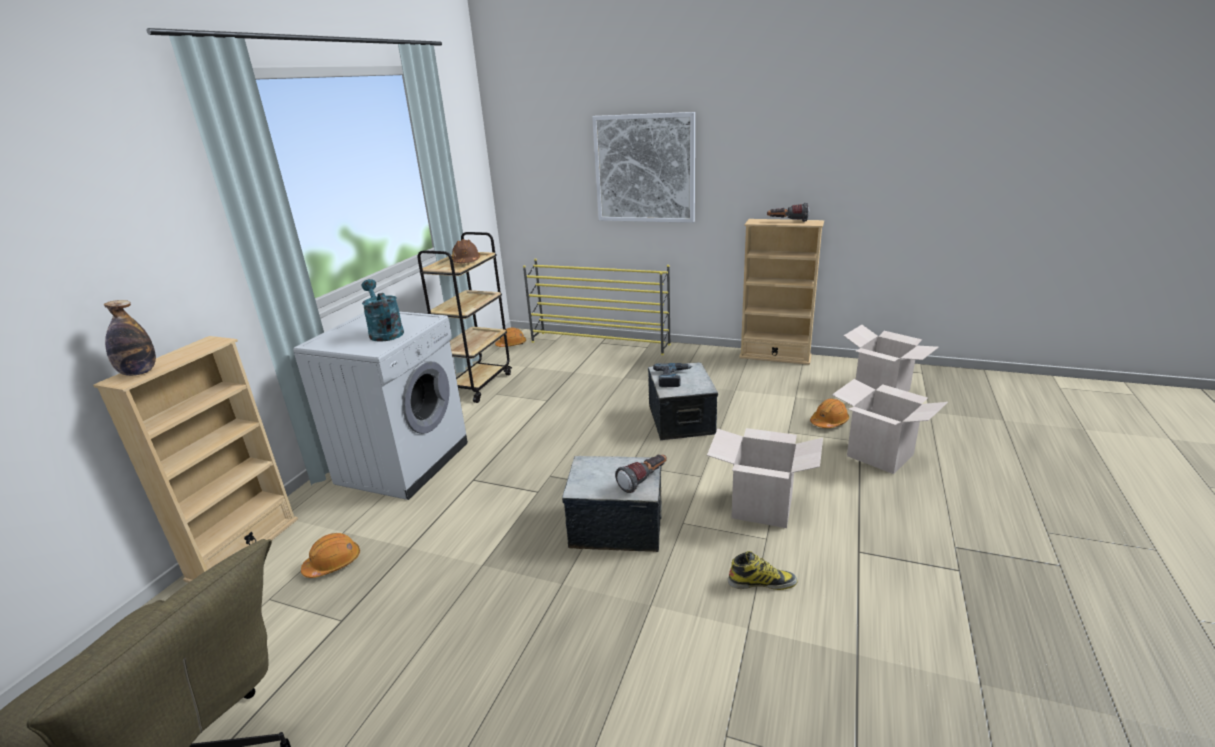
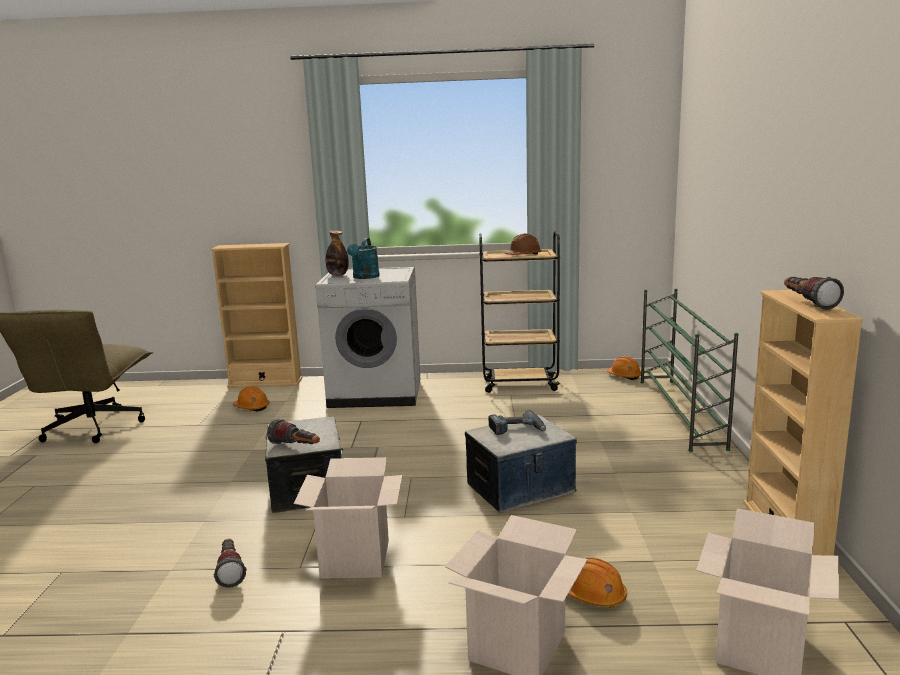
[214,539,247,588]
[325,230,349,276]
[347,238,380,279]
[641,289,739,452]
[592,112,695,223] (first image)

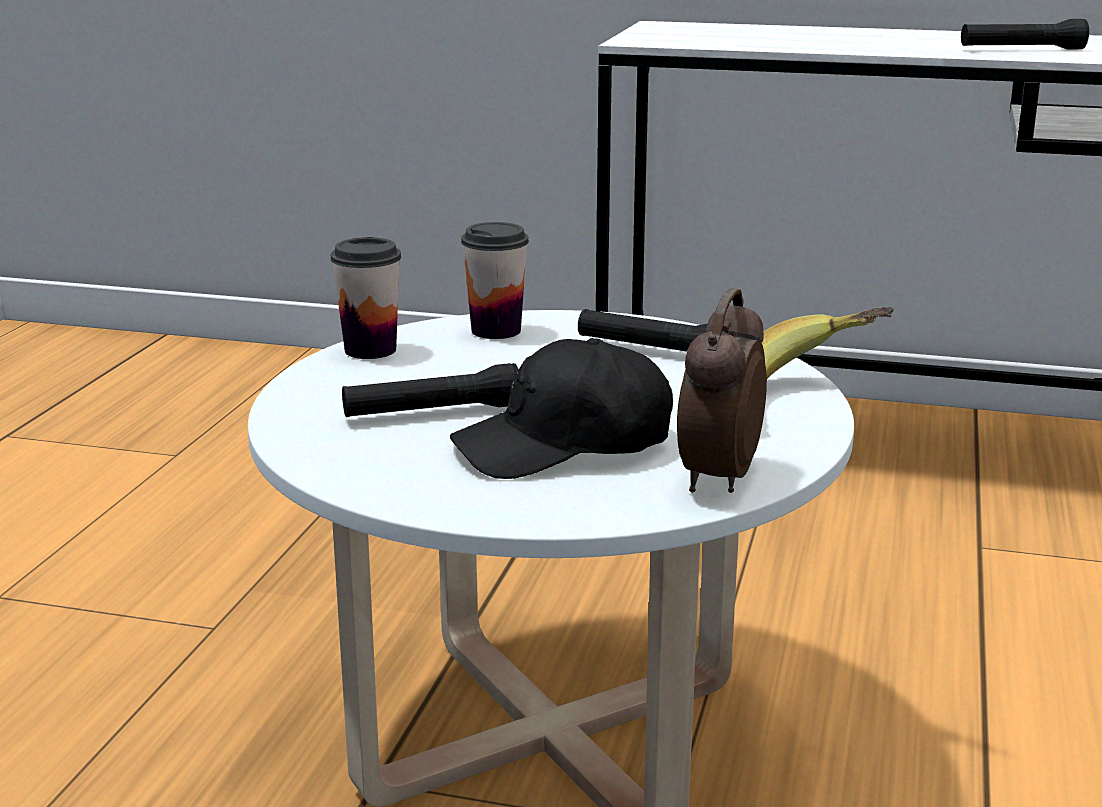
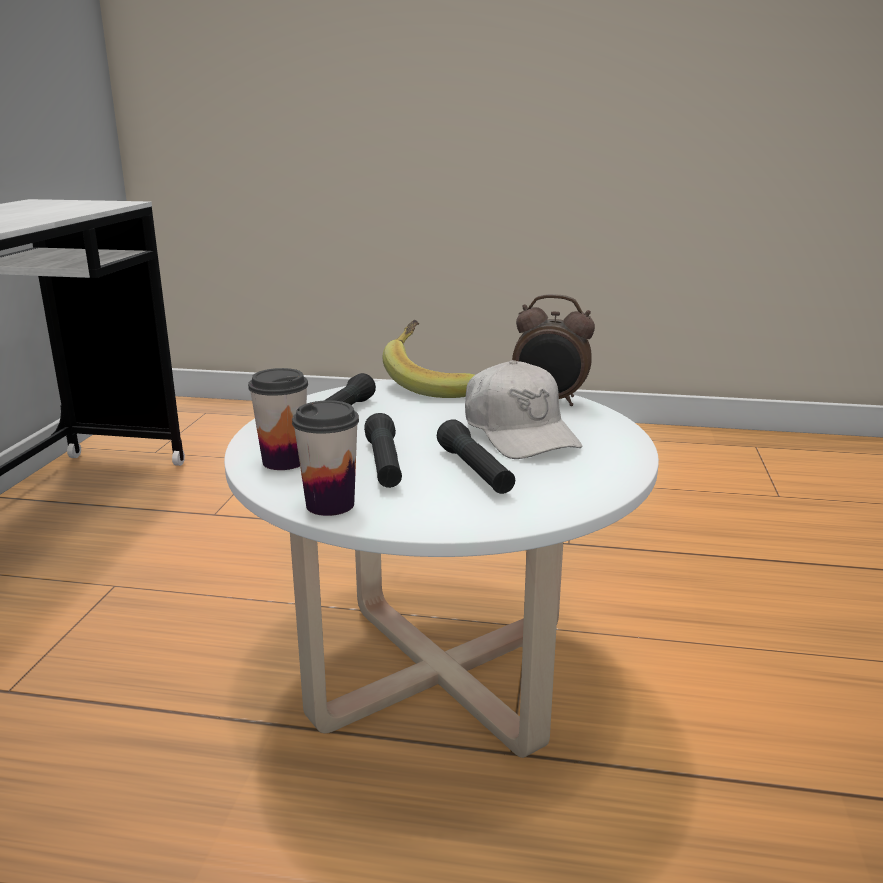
[364,413,402,488]
[465,360,582,459]

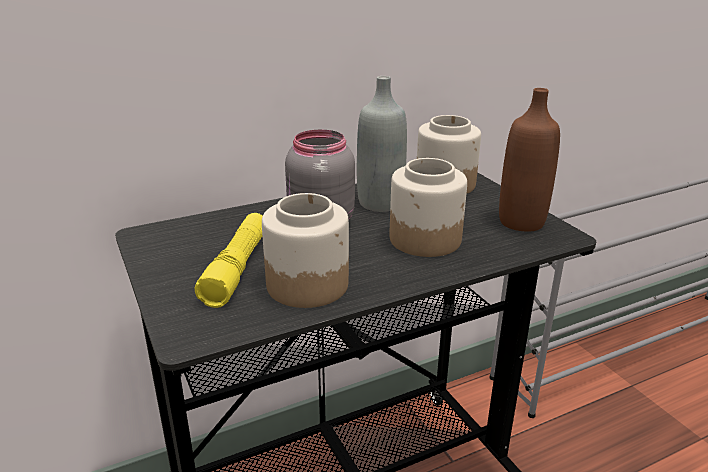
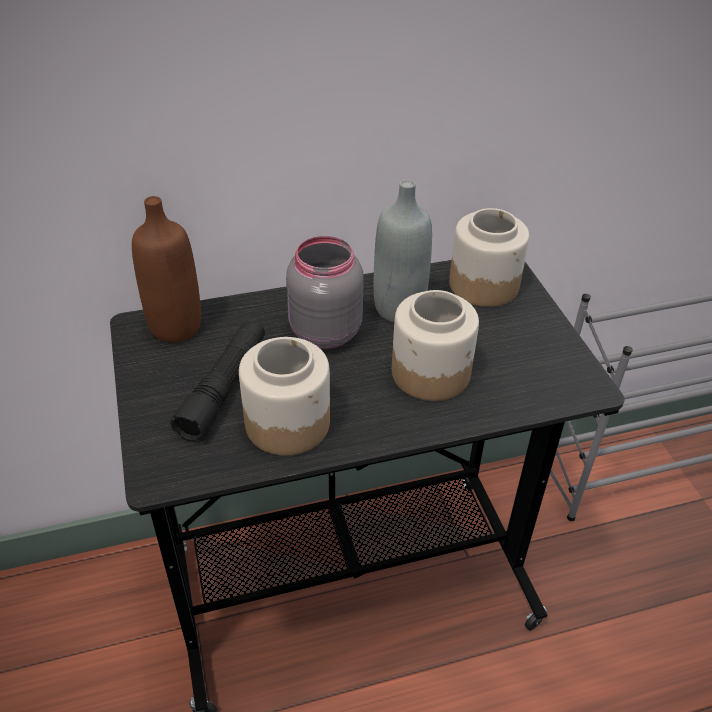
[132,196,201,343]
[170,322,265,442]

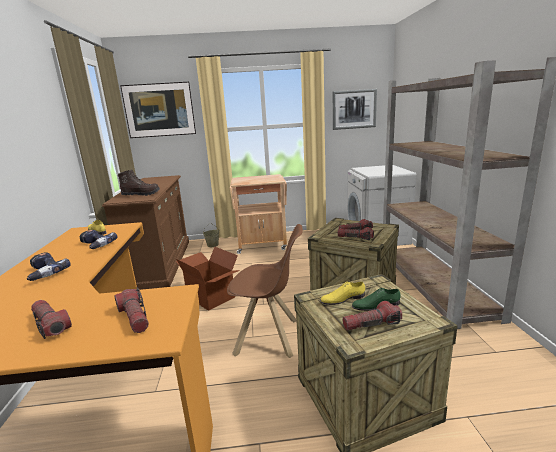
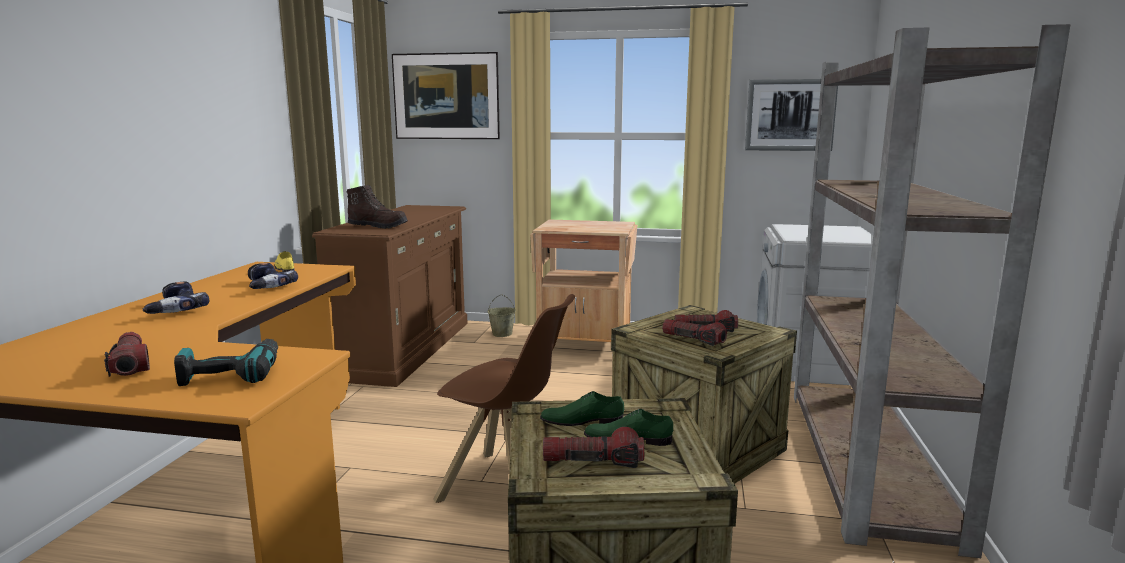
[174,339,278,386]
[540,391,624,426]
[176,247,240,311] (first image)

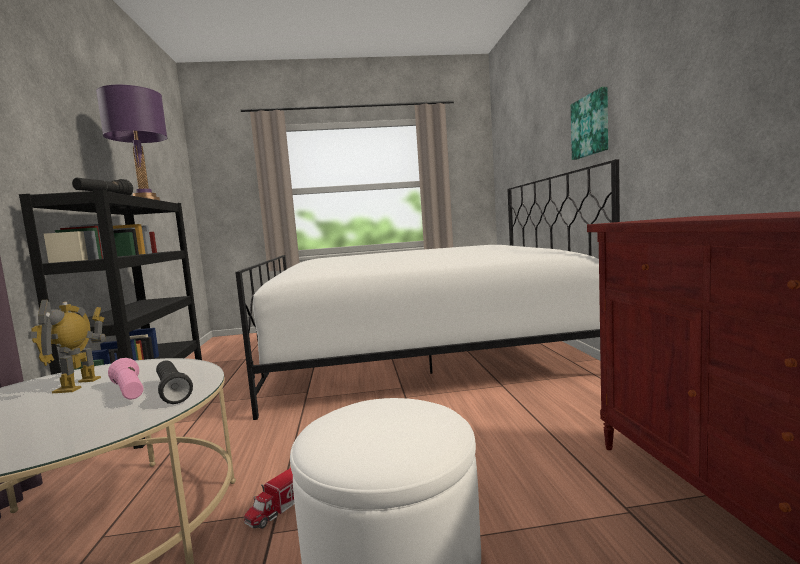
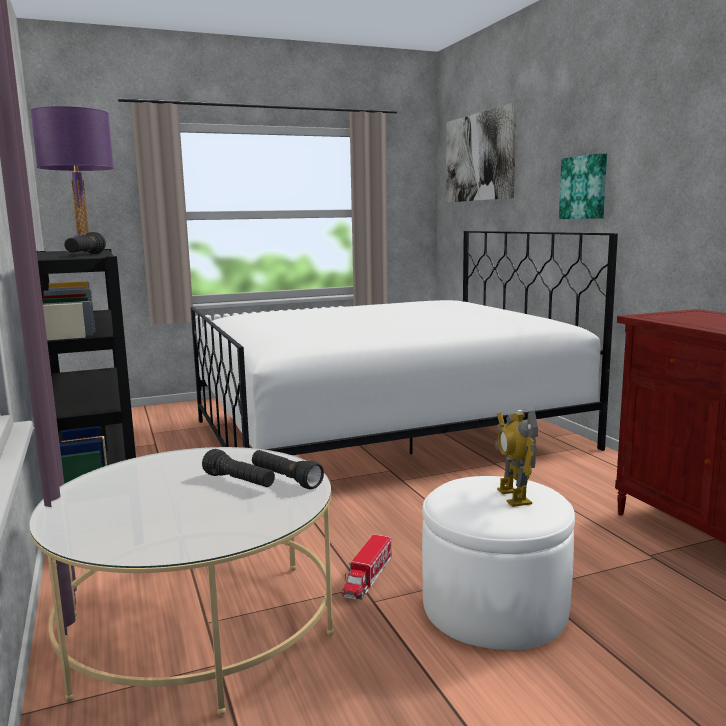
[202,449,275,487]
[446,103,517,202]
[495,410,538,507]

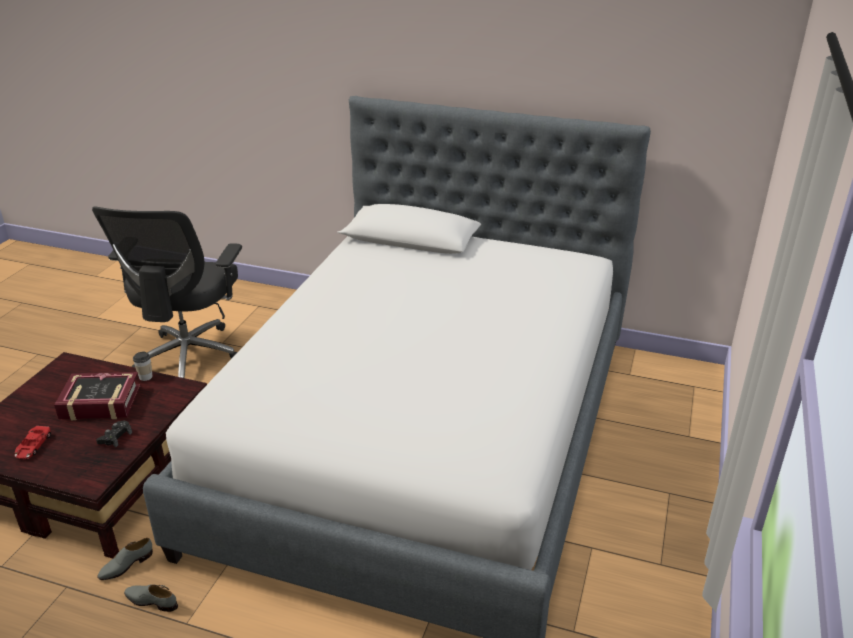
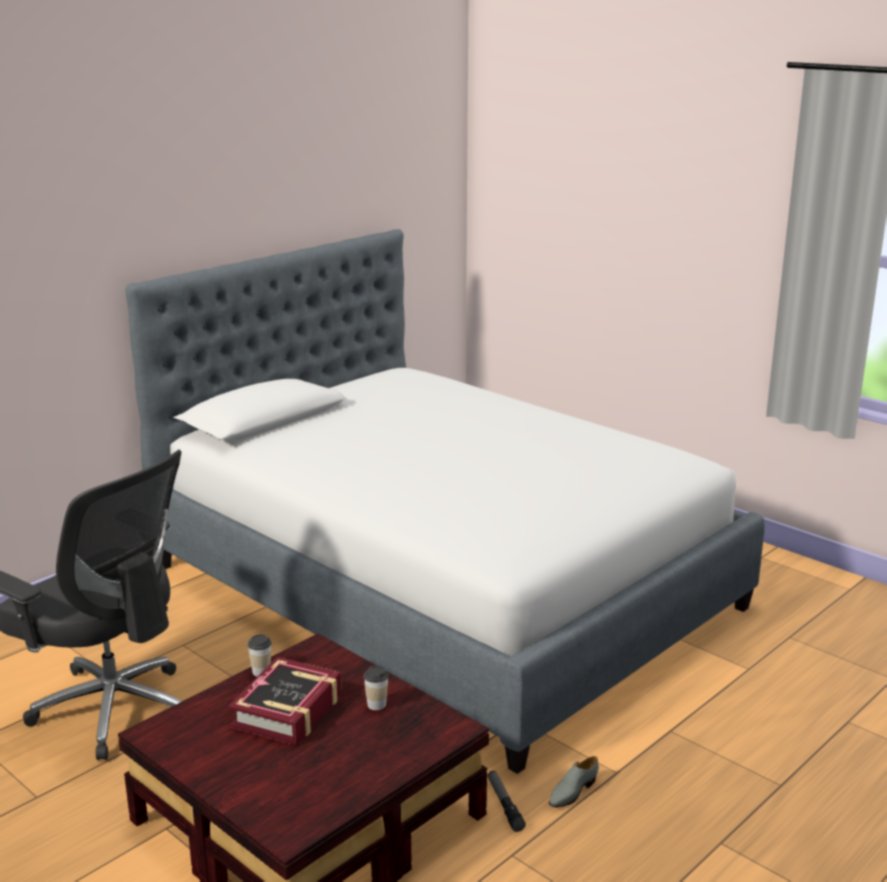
[364,666,389,710]
[488,771,526,832]
[15,426,51,459] (first image)

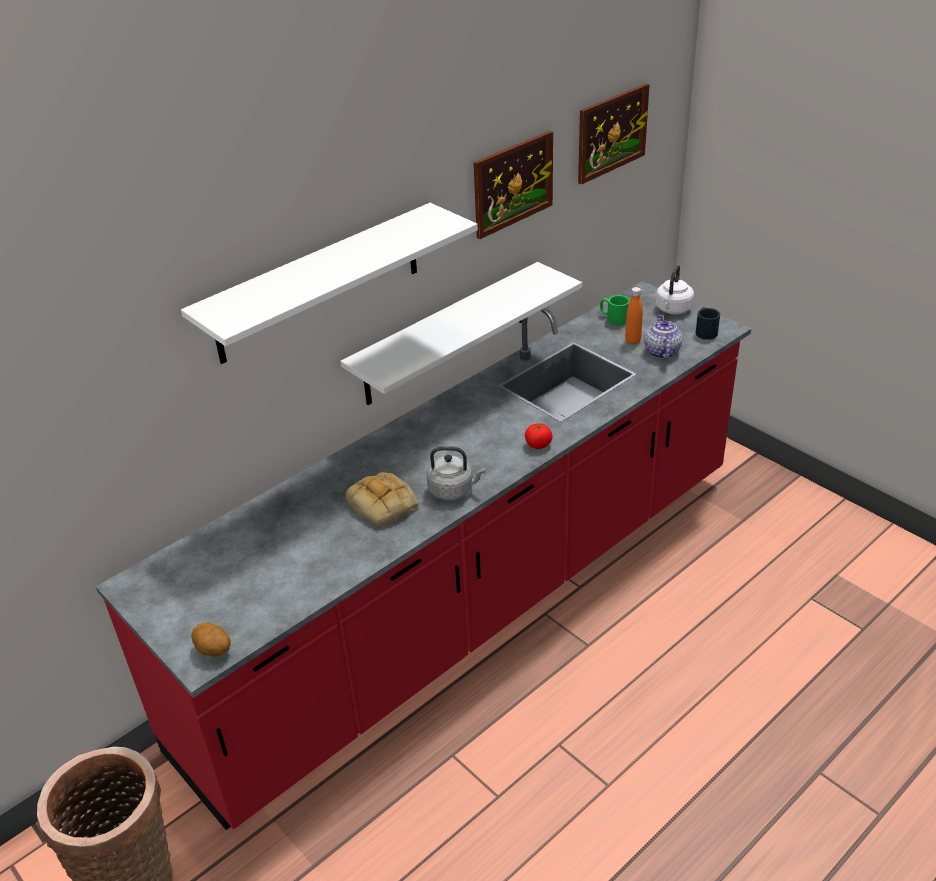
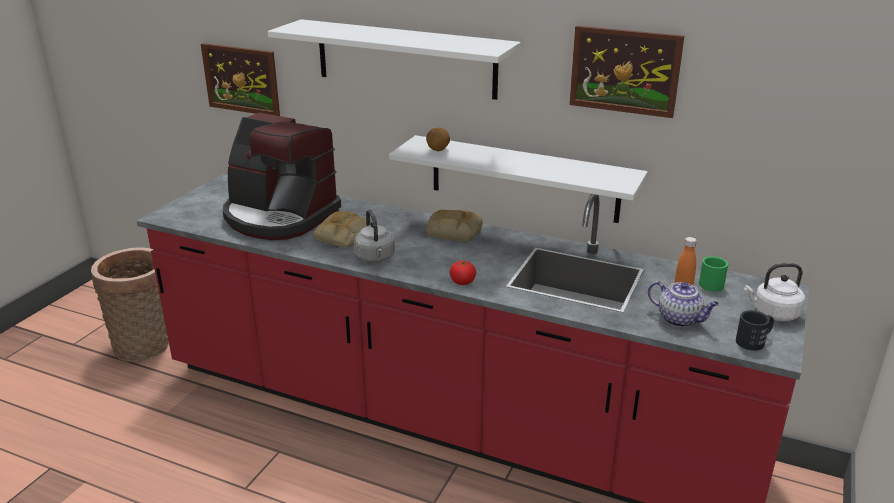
[201,43,280,116]
[223,113,341,240]
[426,210,483,242]
[427,127,450,151]
[648,281,719,327]

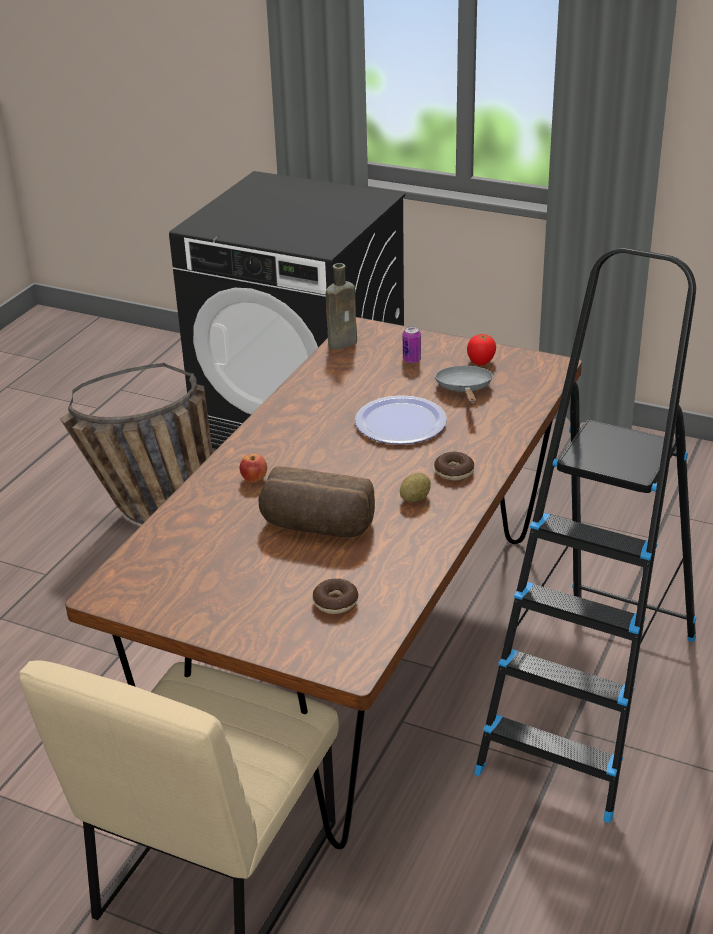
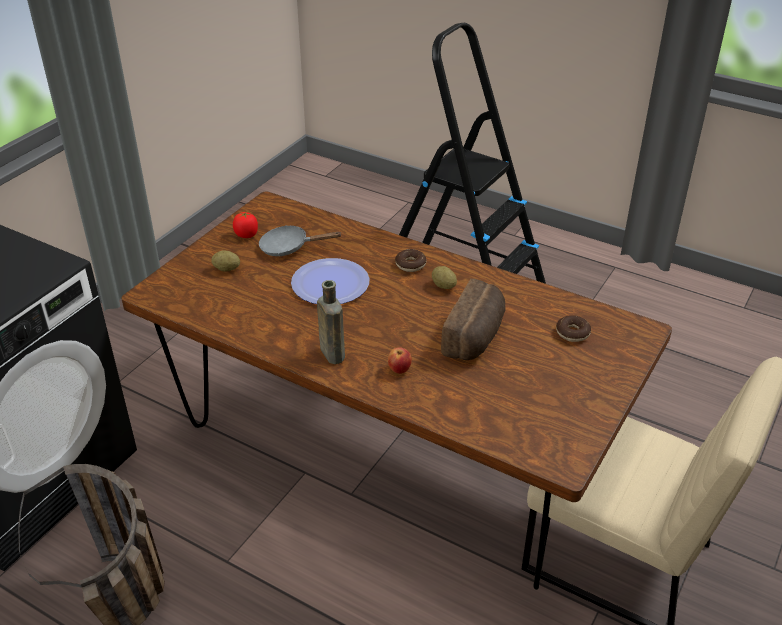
[211,250,240,272]
[317,280,345,364]

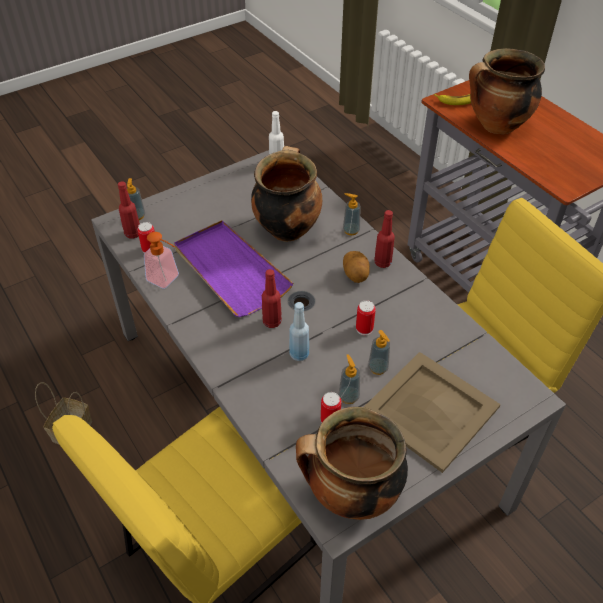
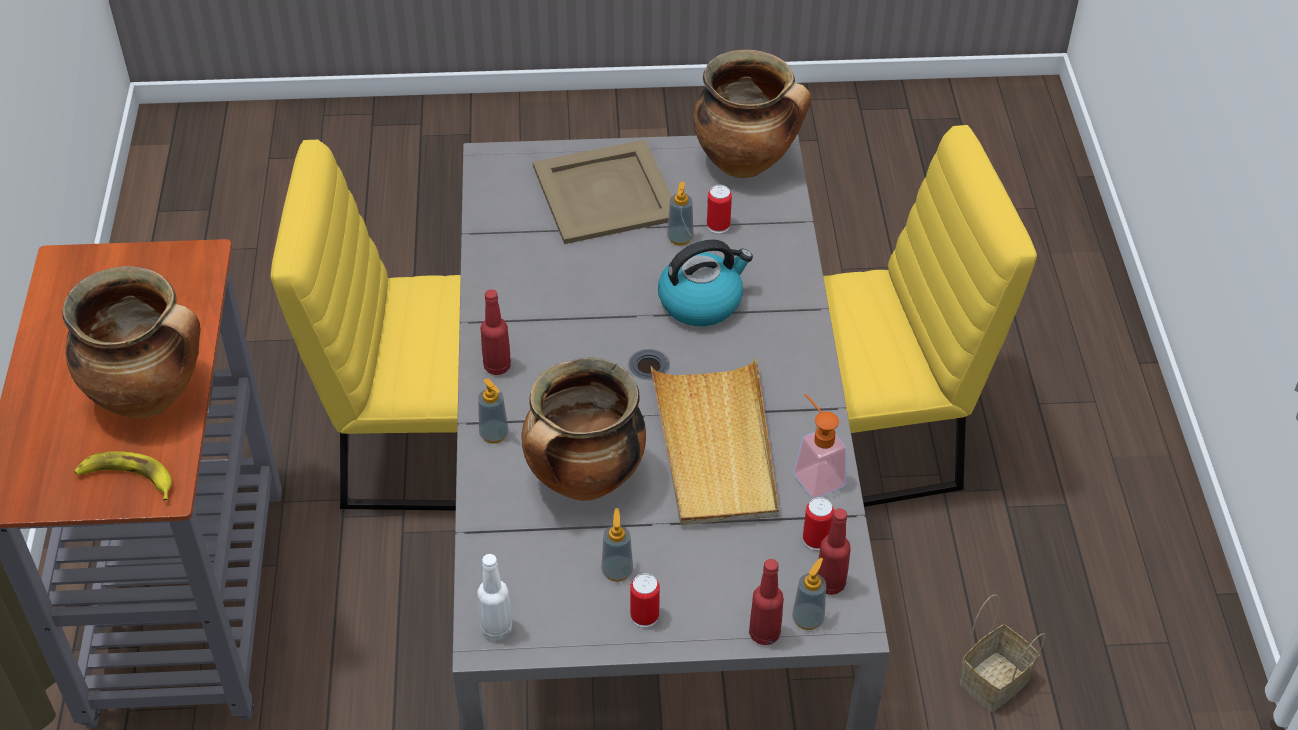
[601,508,633,582]
[630,573,660,628]
[650,358,779,525]
[658,239,753,326]
[749,559,784,645]
[343,251,370,283] (first image)

